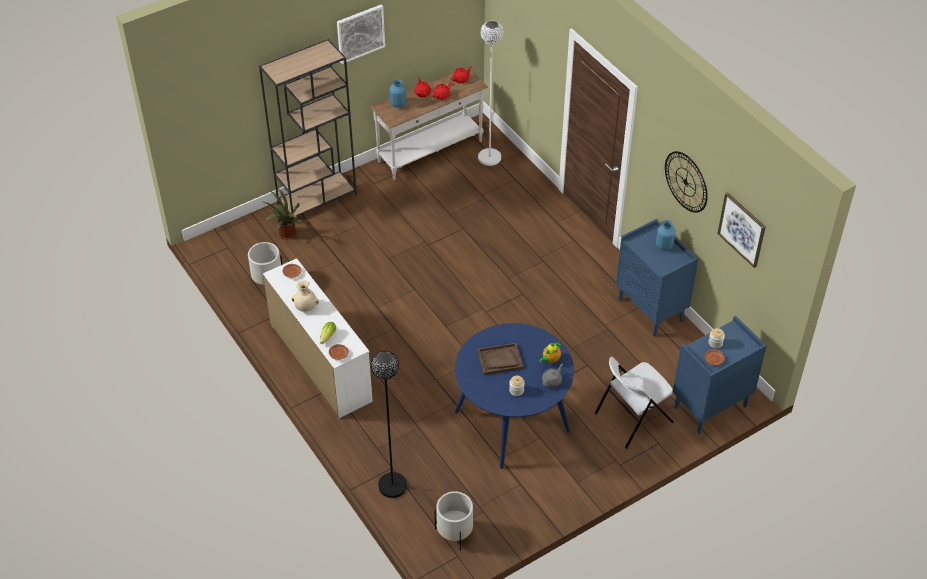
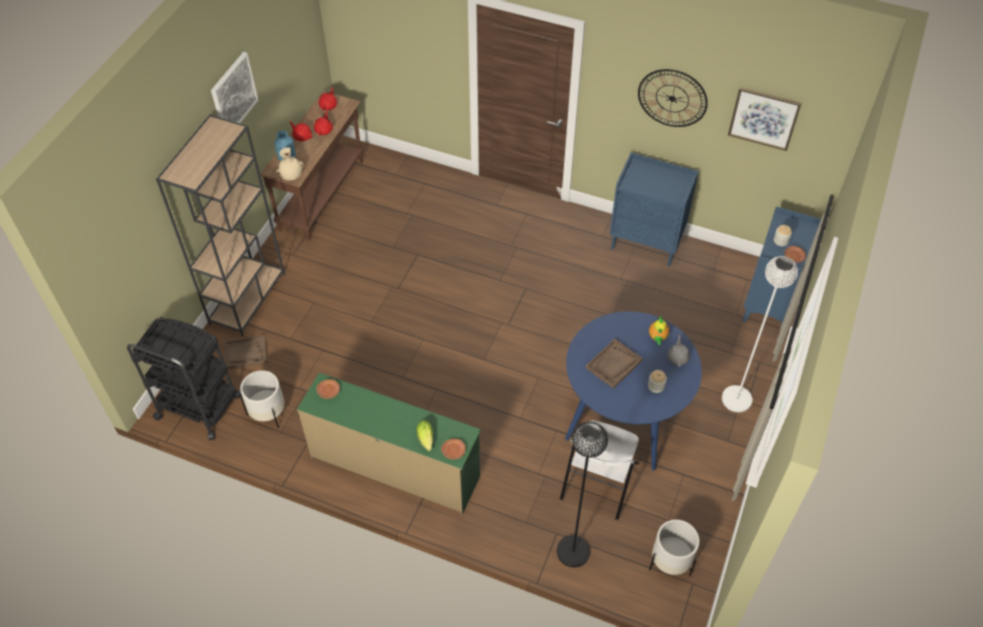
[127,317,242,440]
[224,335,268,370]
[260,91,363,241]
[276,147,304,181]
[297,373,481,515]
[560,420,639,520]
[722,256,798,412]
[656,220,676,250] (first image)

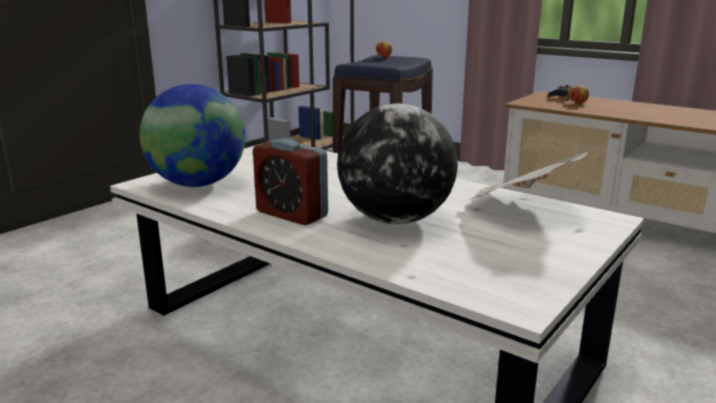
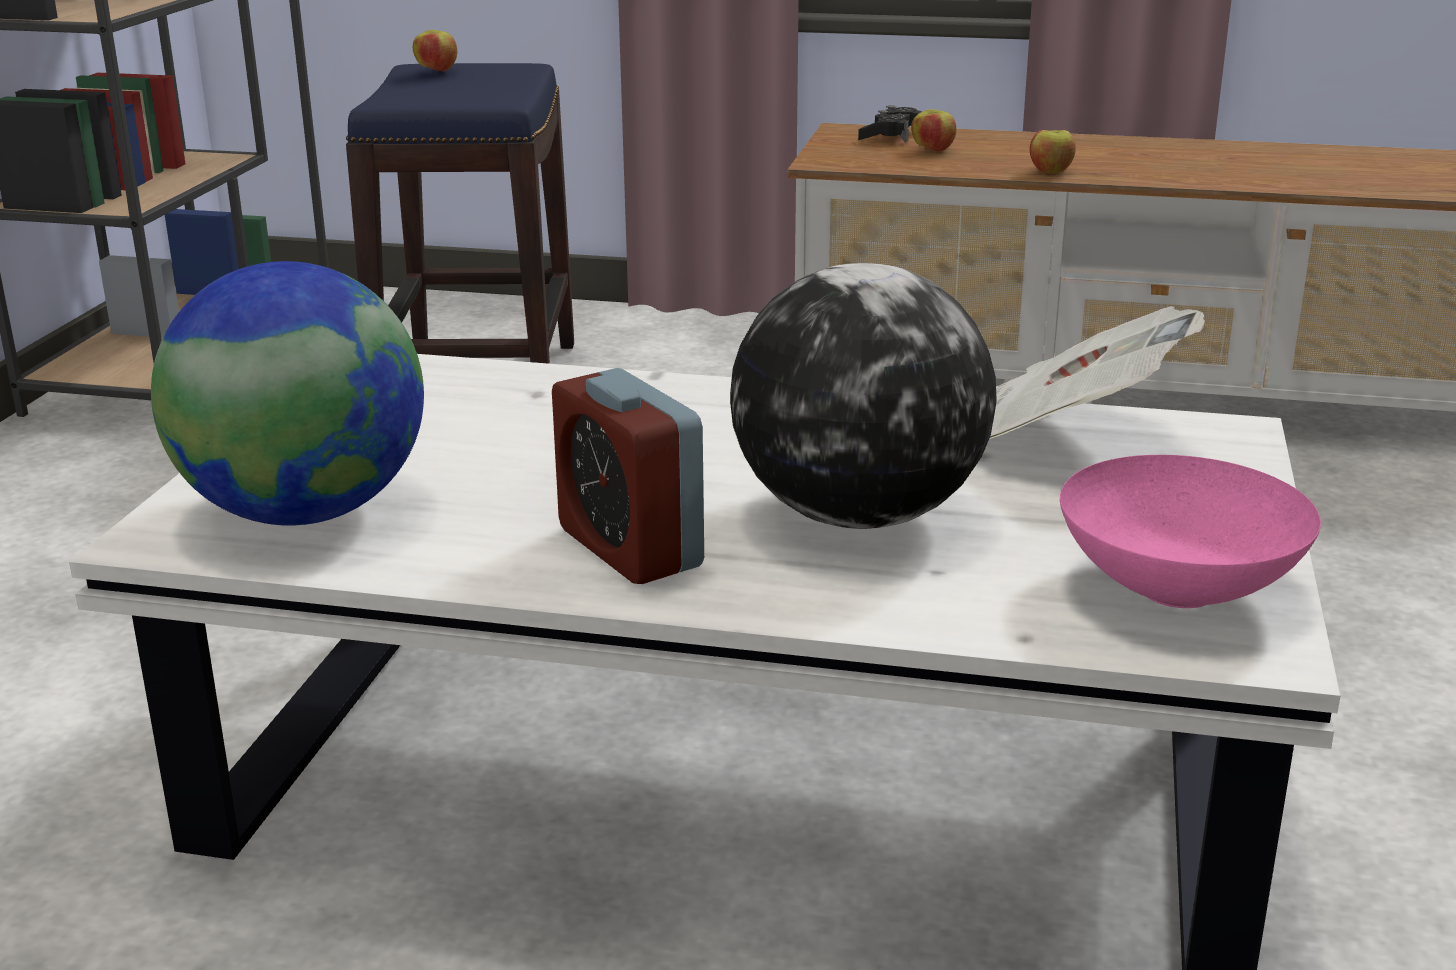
[552,368,704,584]
[1030,130,1076,174]
[1060,455,1321,608]

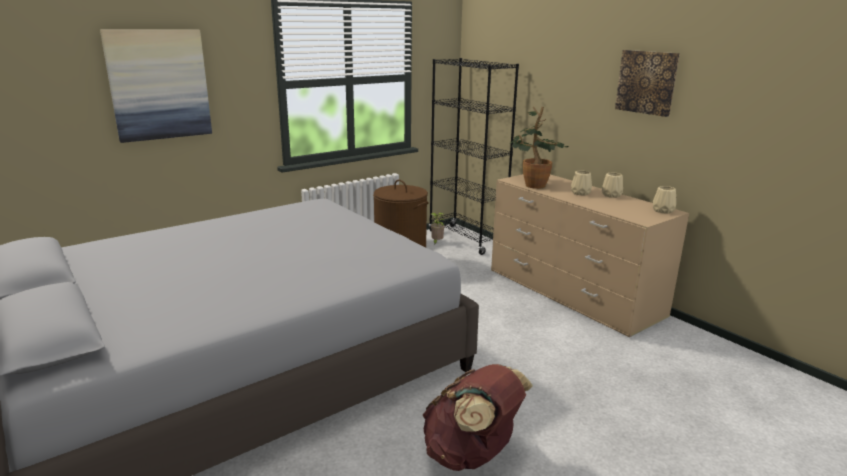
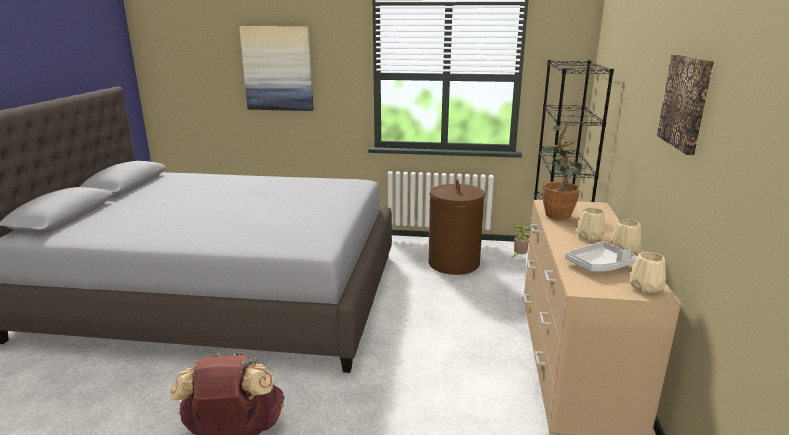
[565,241,637,272]

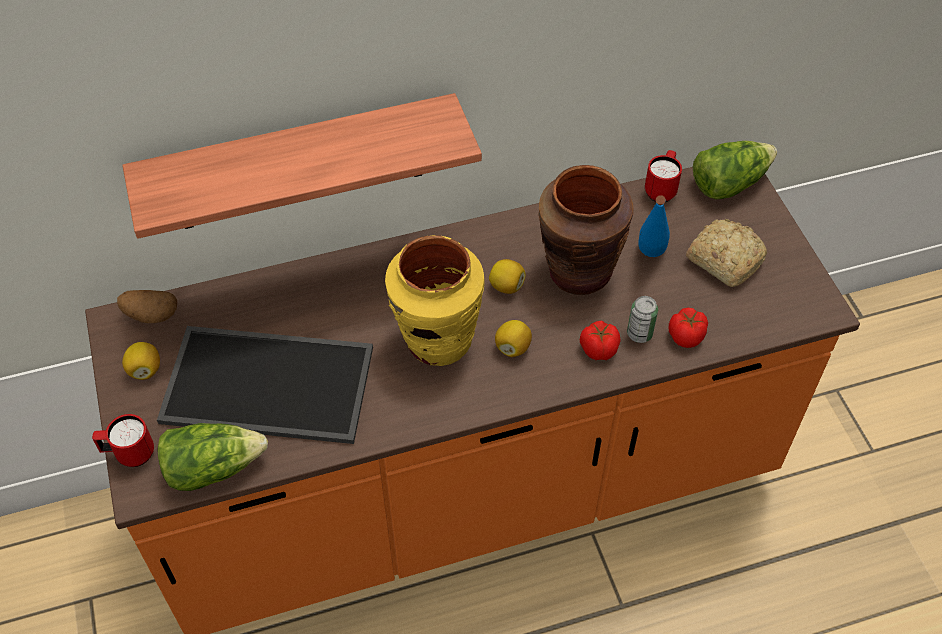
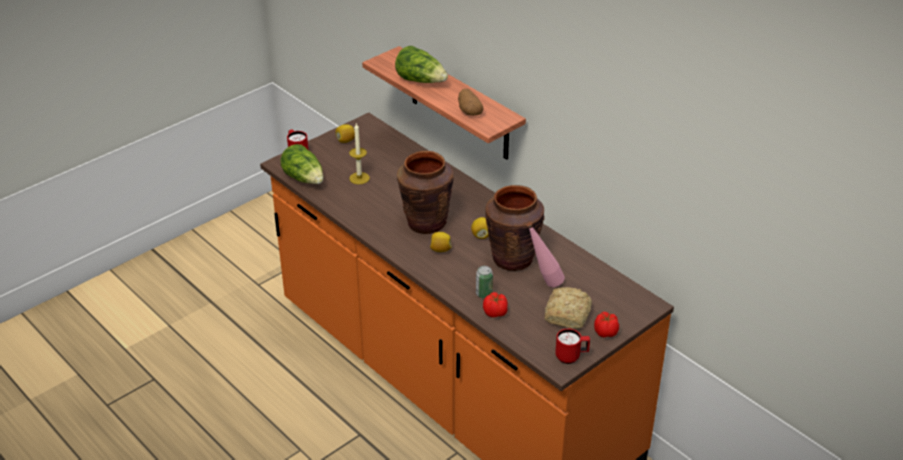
[349,124,370,184]
[395,46,448,83]
[397,151,454,234]
[458,89,484,116]
[526,222,565,287]
[555,328,590,364]
[594,312,619,338]

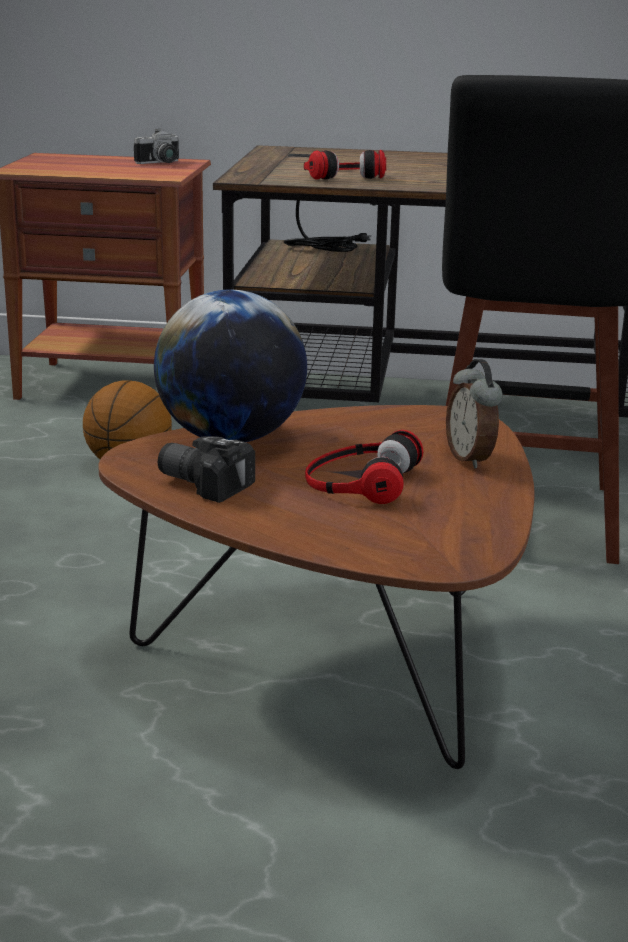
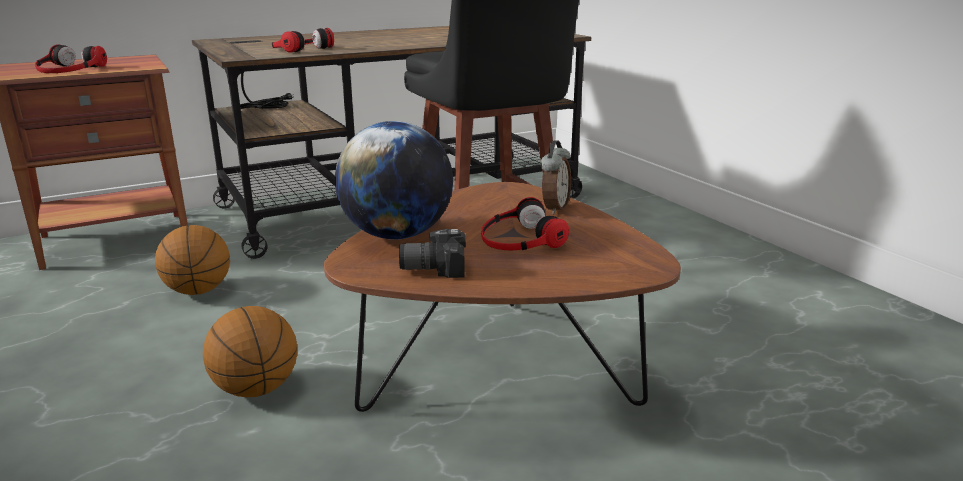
[35,44,107,73]
[203,306,297,397]
[540,141,571,214]
[134,129,179,164] (first image)

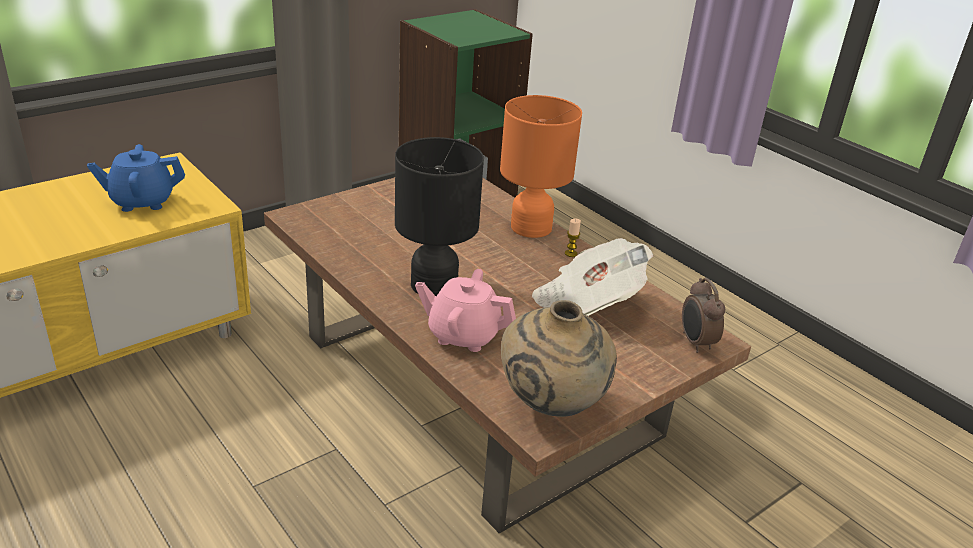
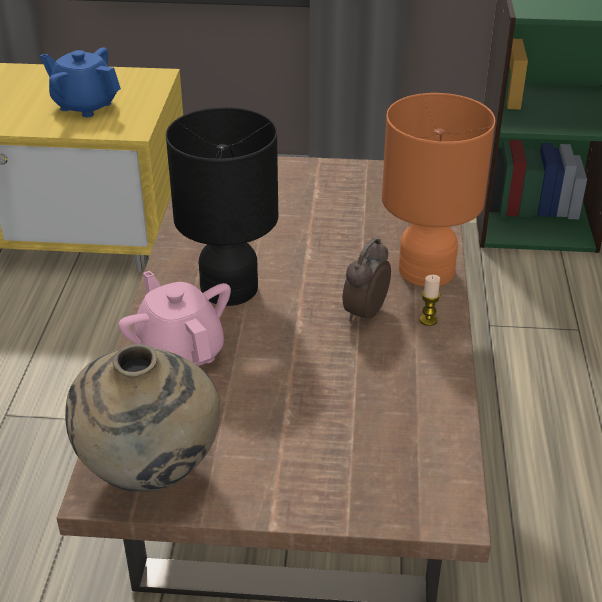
[343,238,391,325]
[532,238,653,316] (first image)

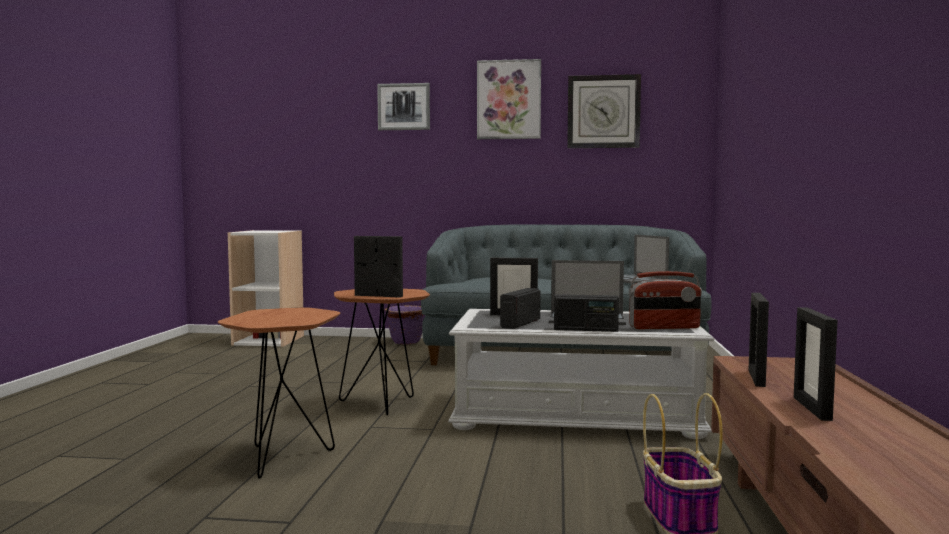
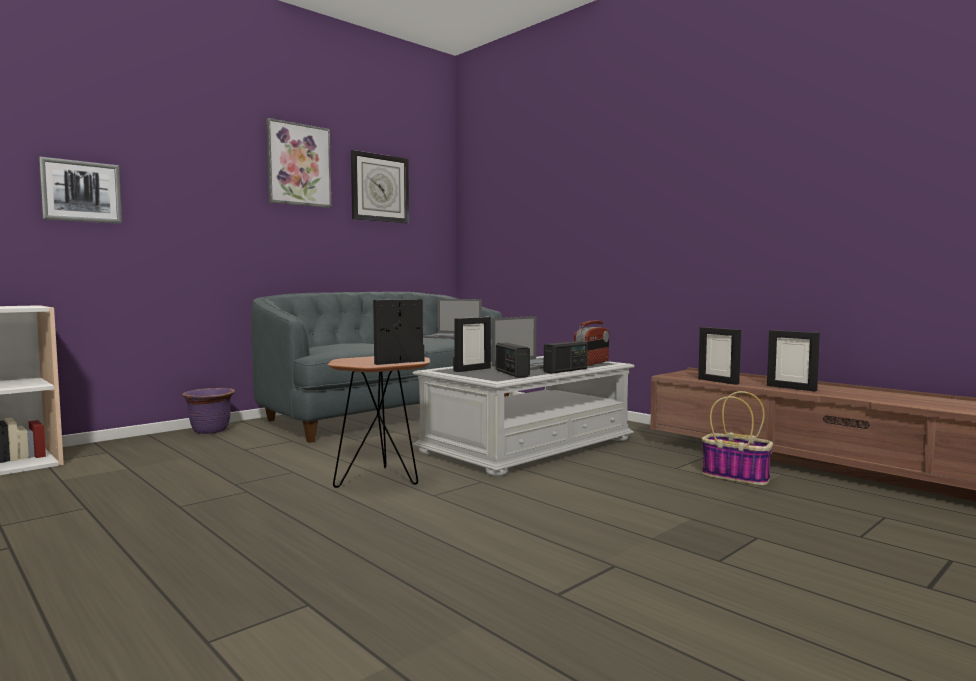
[39,157,122,224]
[218,307,340,479] (first image)

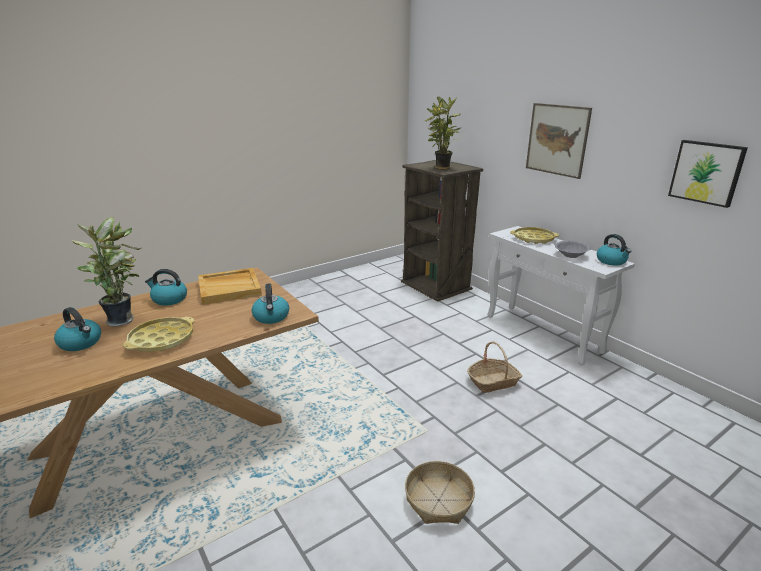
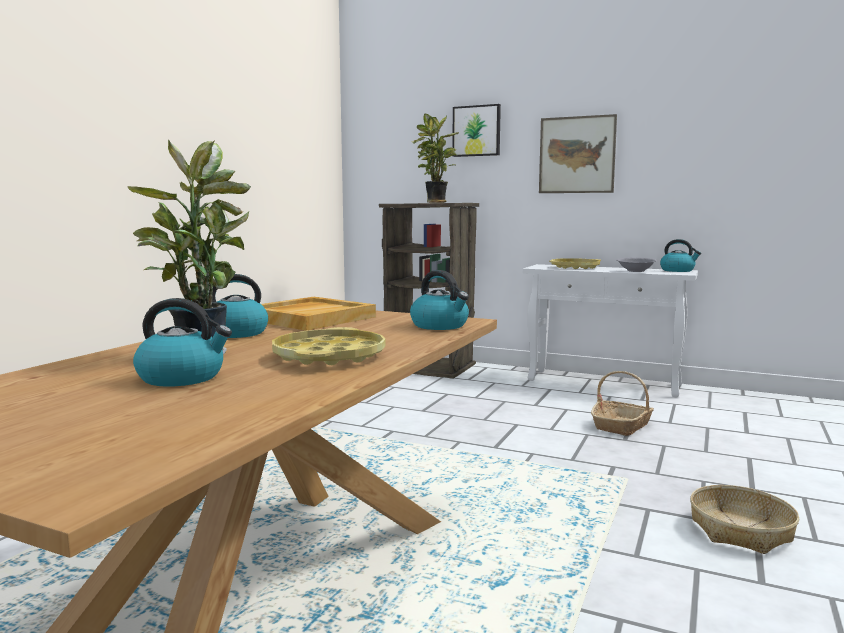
[452,104,501,157]

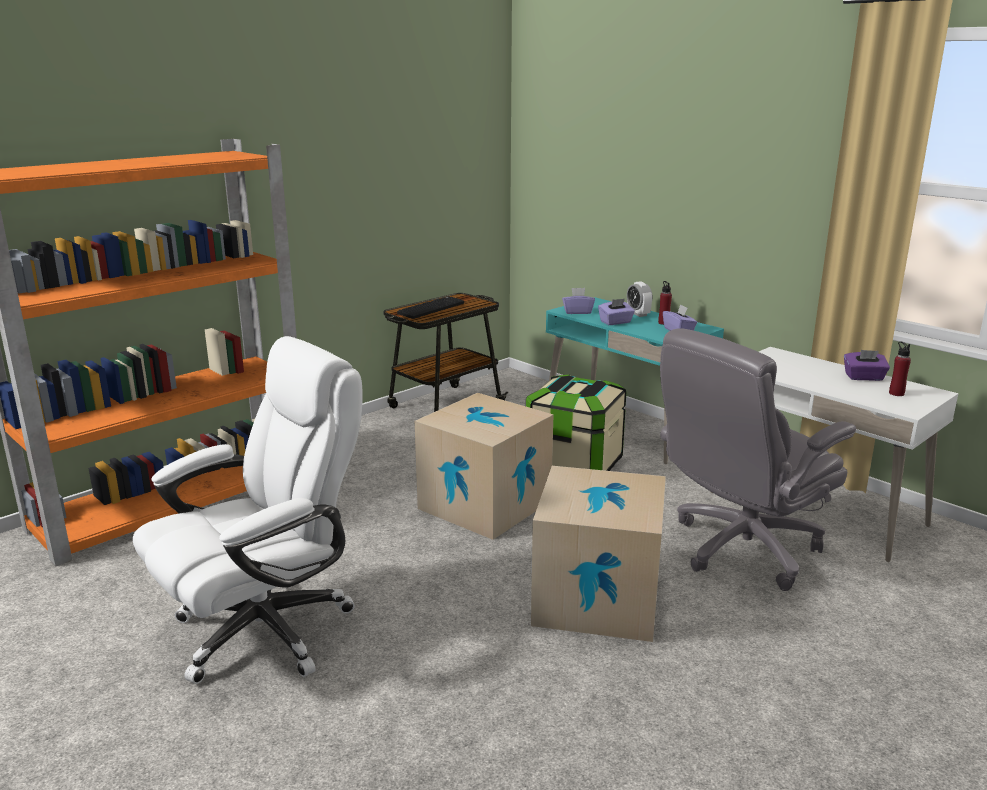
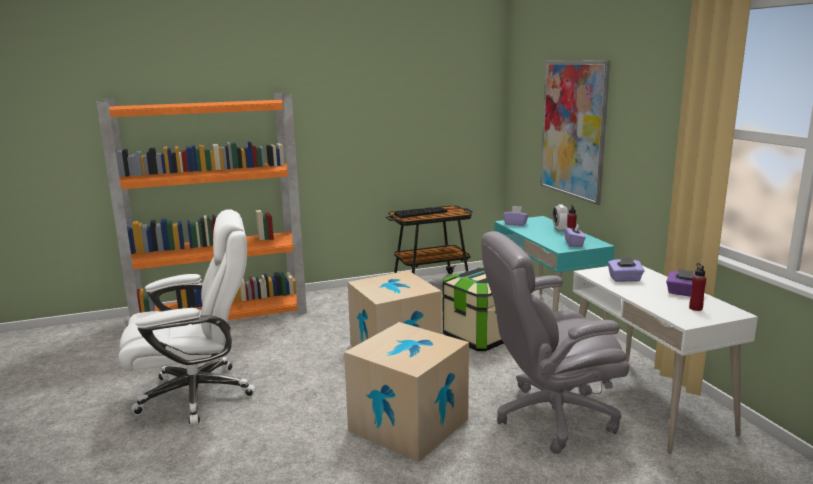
[540,60,610,205]
[608,257,645,282]

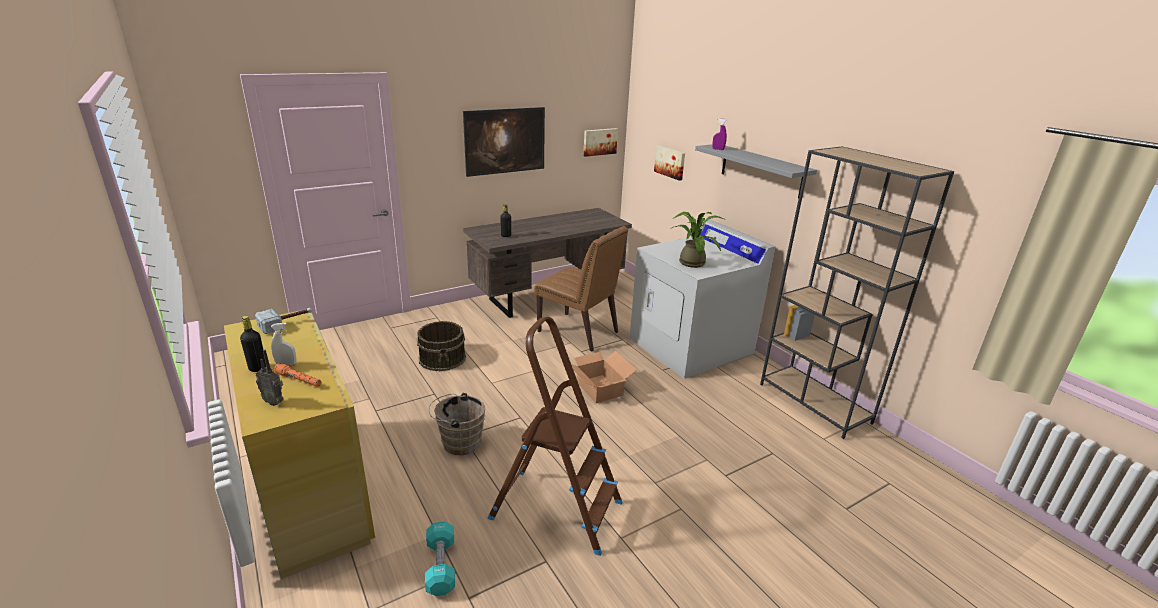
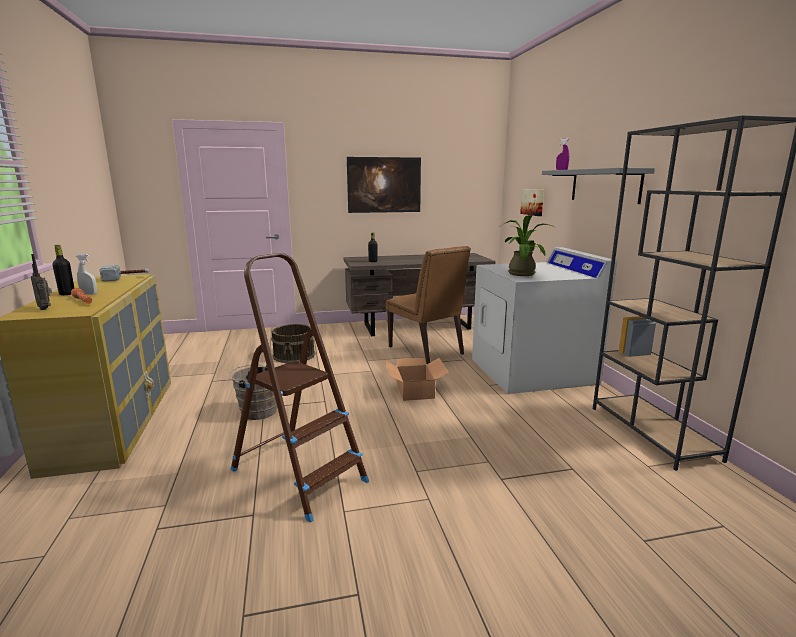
[425,521,455,596] (first image)
[583,128,618,157] (first image)

